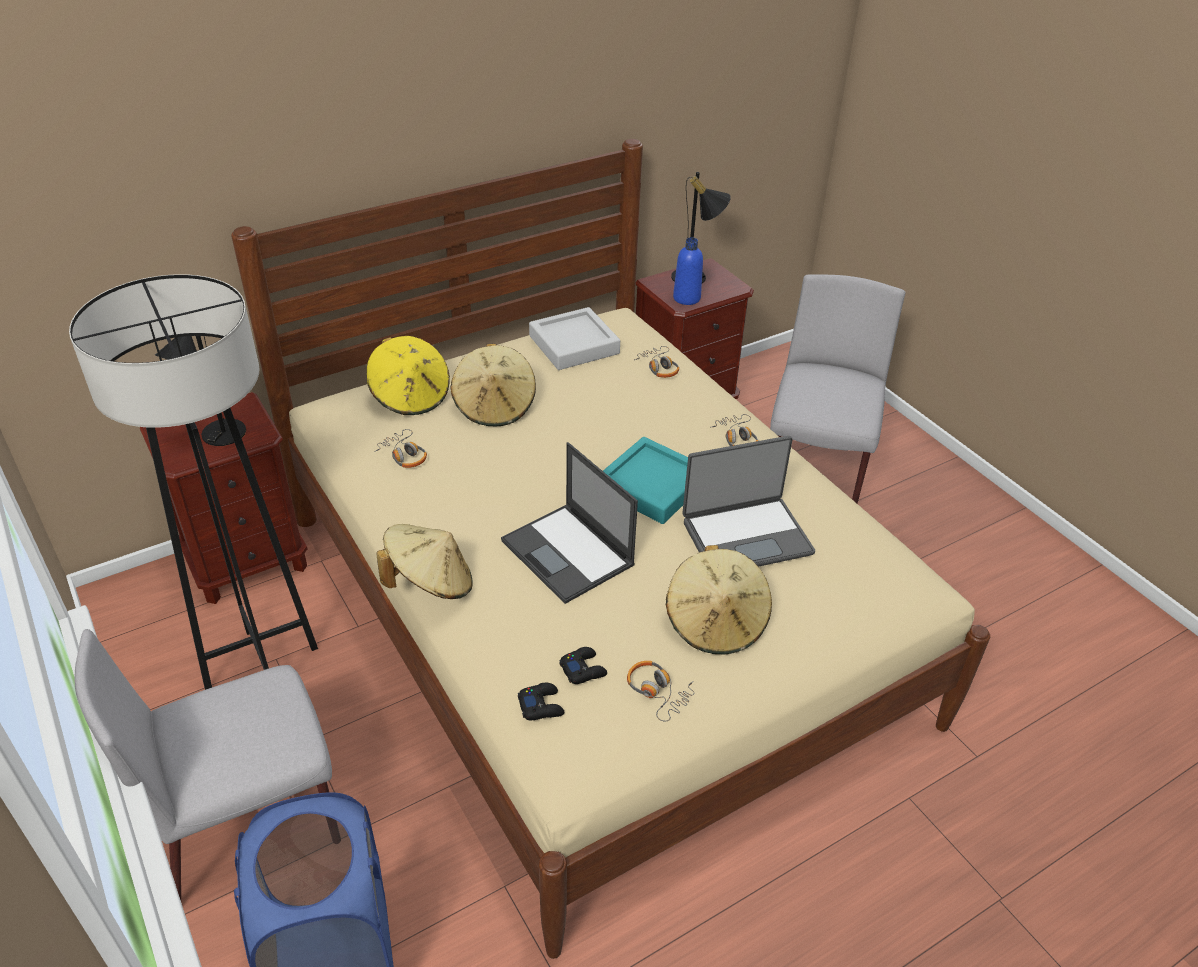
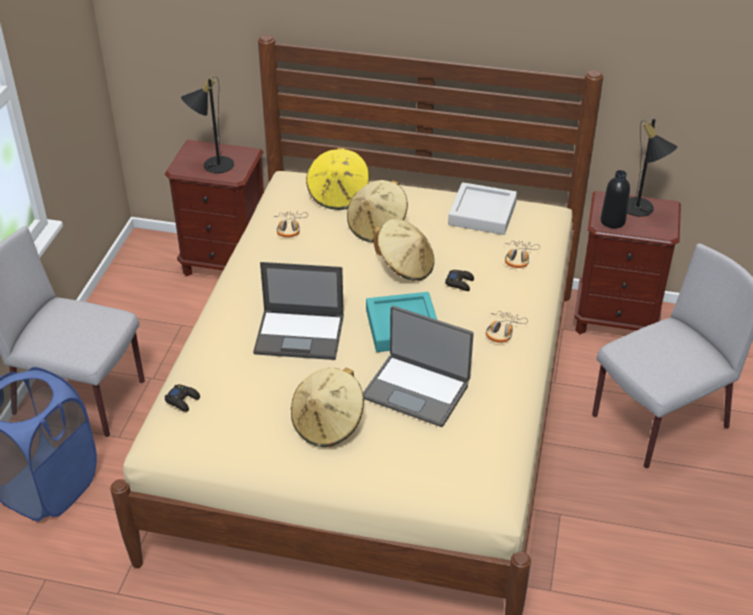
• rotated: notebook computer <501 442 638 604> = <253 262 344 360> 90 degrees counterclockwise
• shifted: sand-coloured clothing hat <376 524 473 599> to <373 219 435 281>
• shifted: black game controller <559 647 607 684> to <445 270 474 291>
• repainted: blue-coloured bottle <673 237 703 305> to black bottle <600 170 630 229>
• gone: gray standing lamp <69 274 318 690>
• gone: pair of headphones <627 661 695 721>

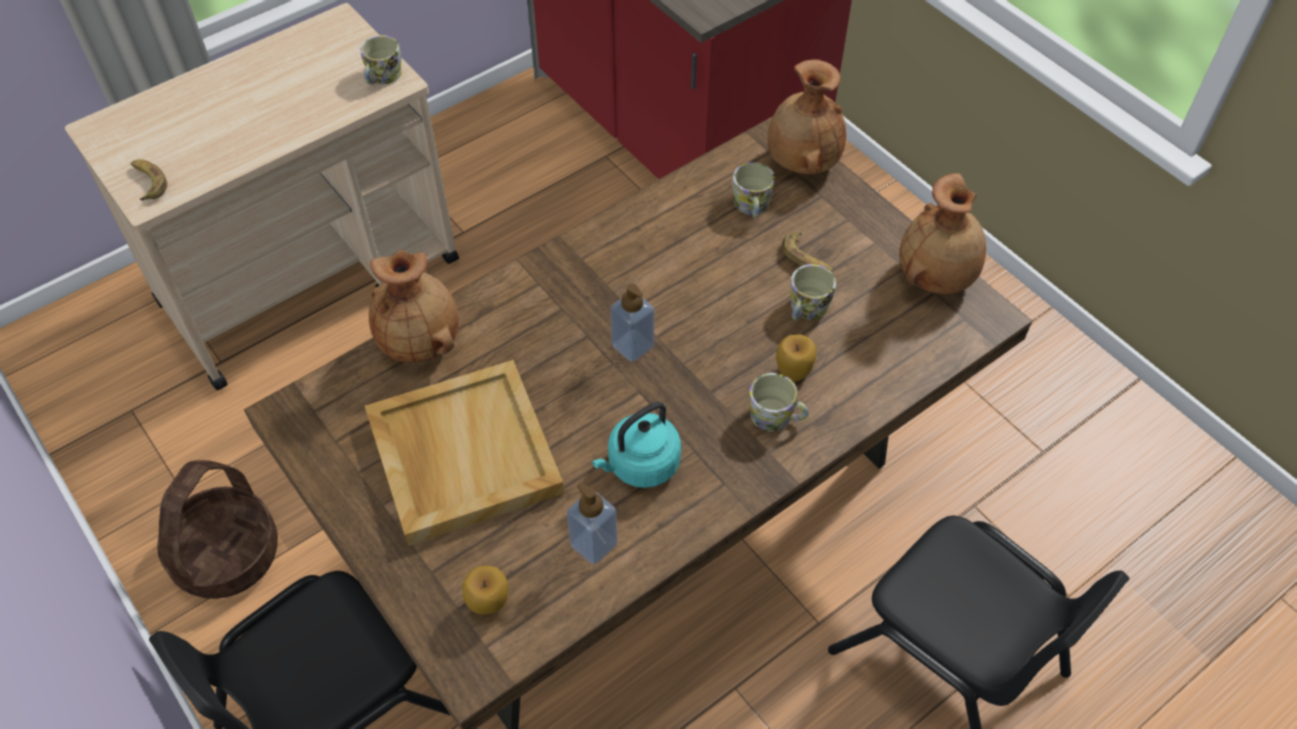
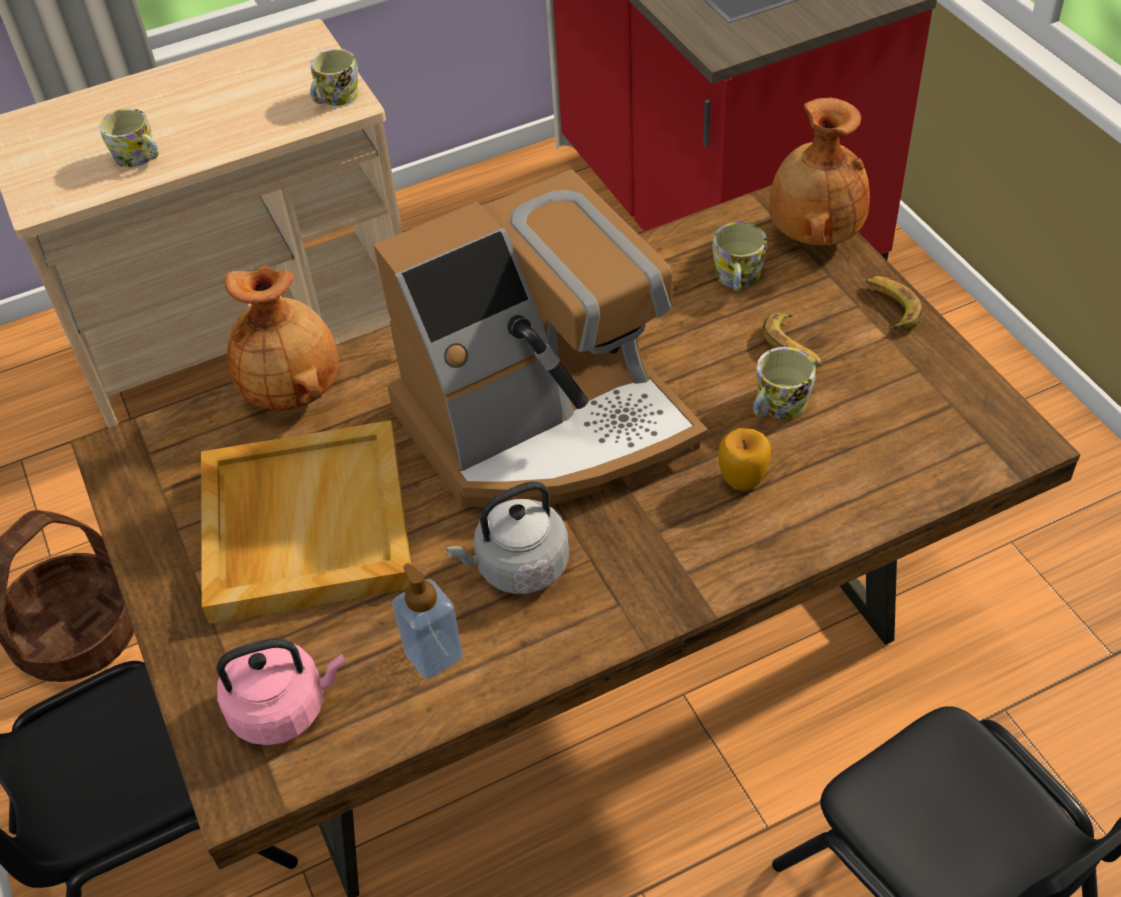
• shifted: tea mug <749 373 809 432> to <99 109 159 167>
• swapped: apple fruit <462 566 508 615> to pinkish kettle <216 638 346 745>
• swapped: liquid soap bottle <610 284 654 362> to coffee brewer <374 170 708 507>
• repainted: turquoise kettle <592 402 681 488> to gray kettle <446 481 569 594>
• shifted: whole banana <130 159 167 201> to <866 276 923 330>
• gone: brown decorative vase <899 173 986 294>

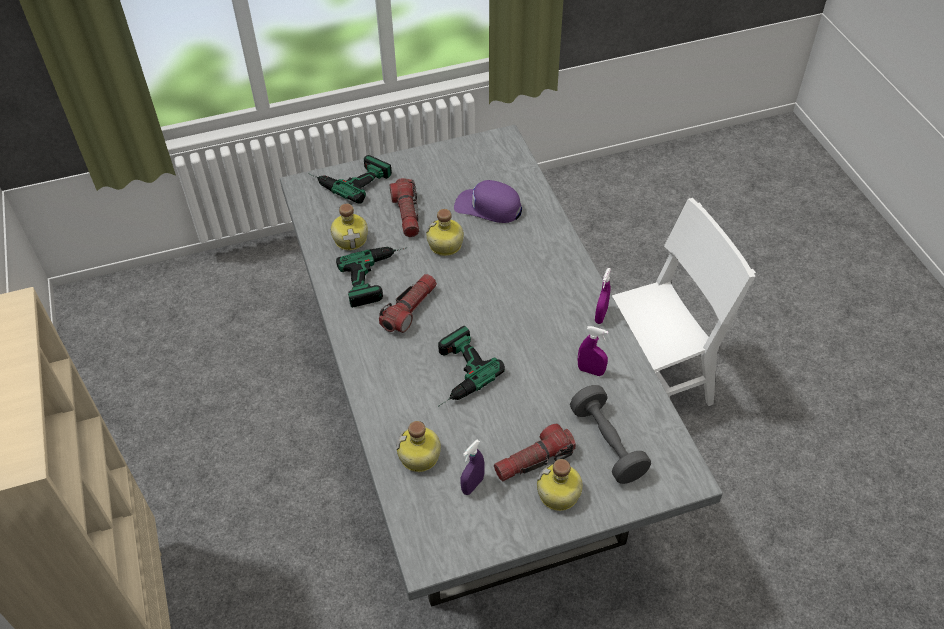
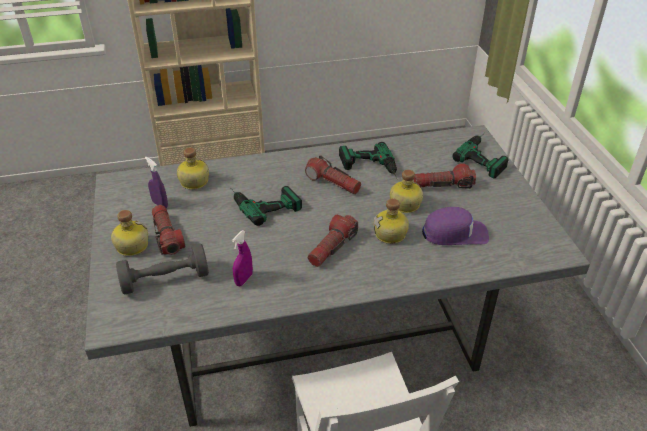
• new: torch <308 214 358 267>
• shifted: bottle <331 204 368 250> to <373 198 409 244>
• rotated: purple-coloured cap <454 180 522 223> = <422 207 489 245> 60 degrees clockwise
• gone: purple-coloured spray bottle <595 268 611 324>

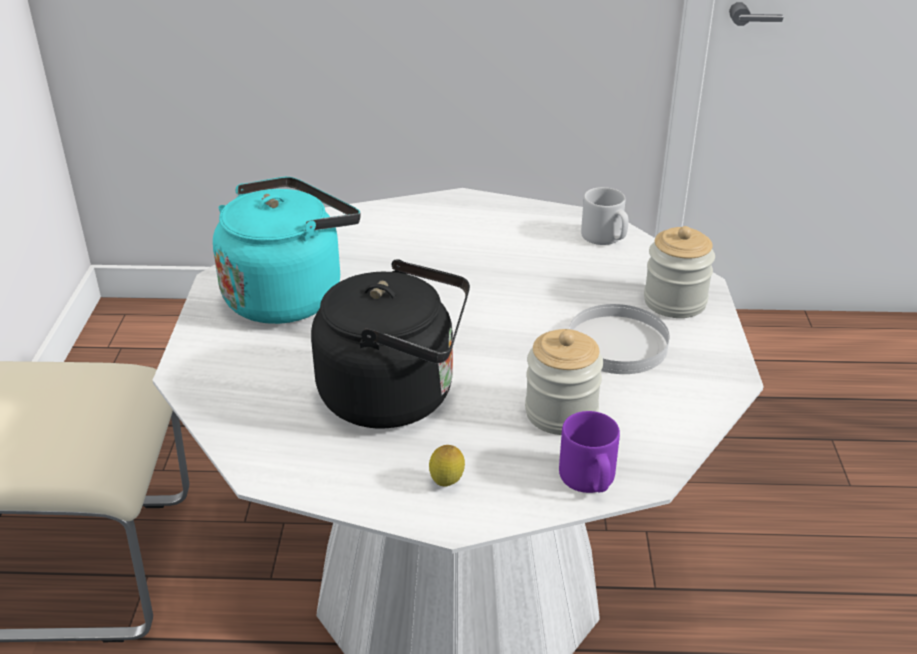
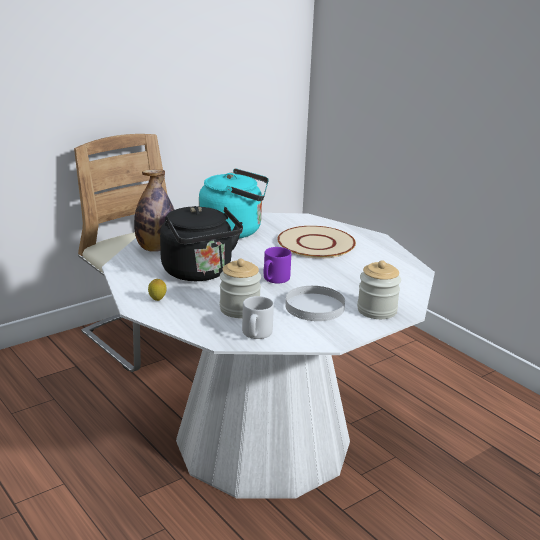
• new: bottle <134 169 174 252>
• shifted: gray tea mug <581 187 628 245> to <242 296 274 339>
• shifted: purple-coloured tea mug <559 411 620 493> to <264 247 291 283>
• new: sand-coloured flat dish <277 226 356 259>

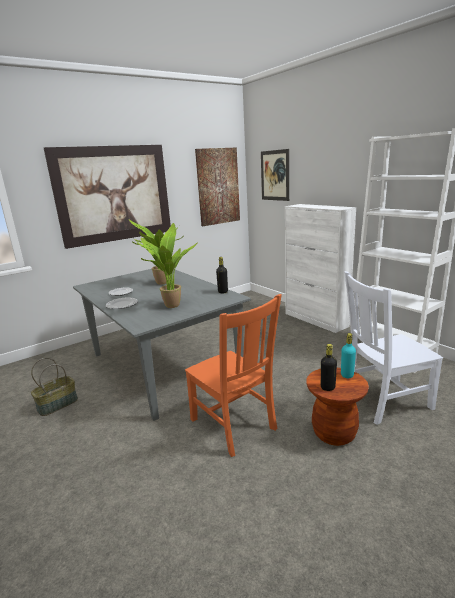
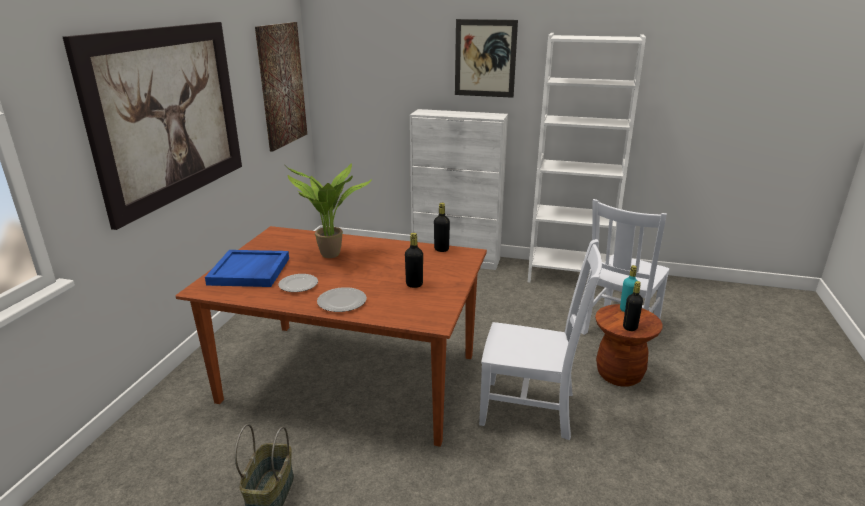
• repainted: gray dinner table <73 269 251 421> to brown dinner table <175 226 487 447>
• new: blue-coloured carrying tray <205 250 289 287>
• swapped: houseplant <136 223 198 308> to black bottle <405 233 423 288>
• shifted: wall art <261 149 289 201> to <455 19 518 98>
• repainted: orange plain chair <185 294 282 457> to whitish plain chair <479 239 602 440>

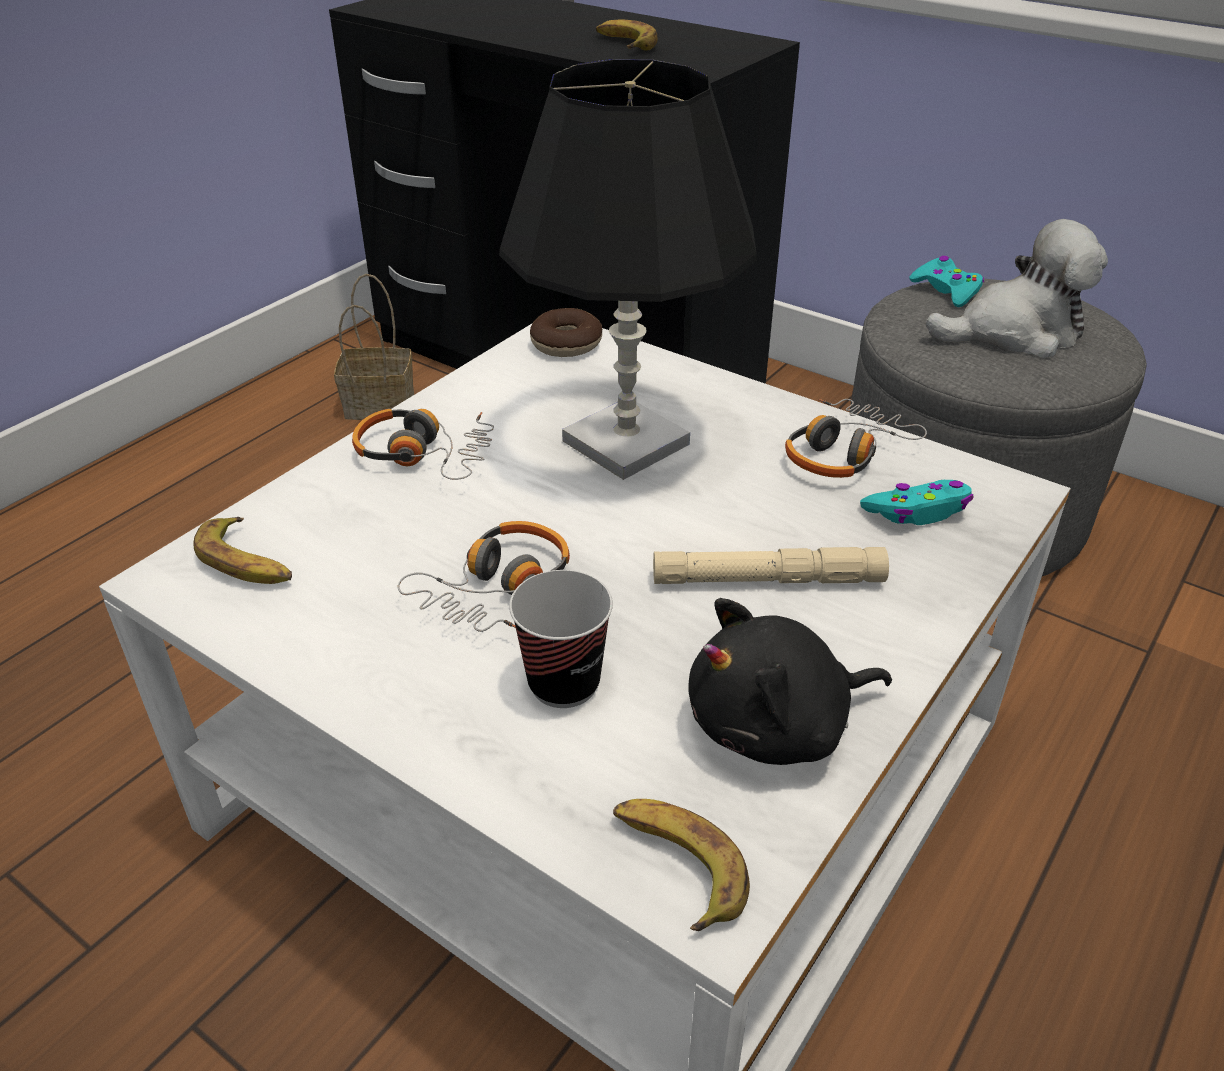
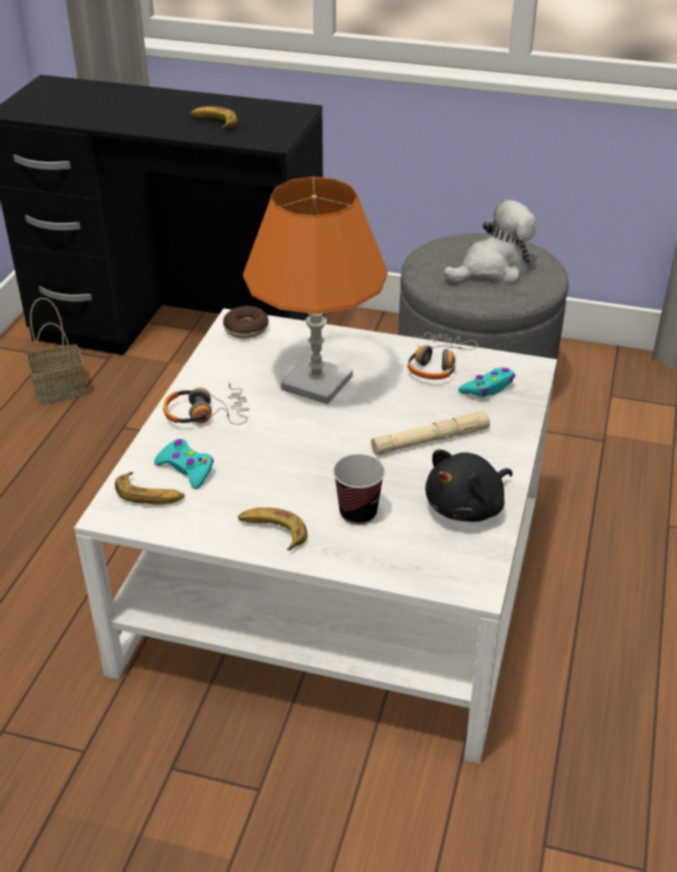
• shifted: turquoise game controller <910 256 984 307> to <154 439 214 489>
• shifted: whole banana <613 799 750 931> to <238 508 307 550>
• repainted: black lamp for a table <499 59 757 480> to orange lamp for a table <243 177 388 404>
• gone: pair of headphones <398 521 570 632>

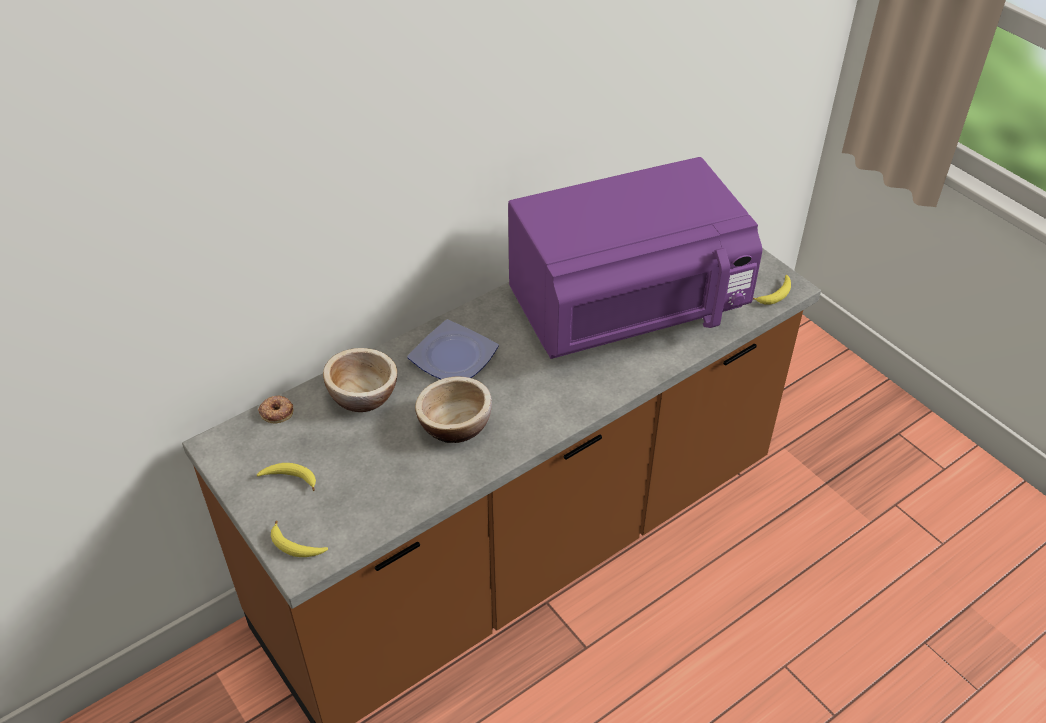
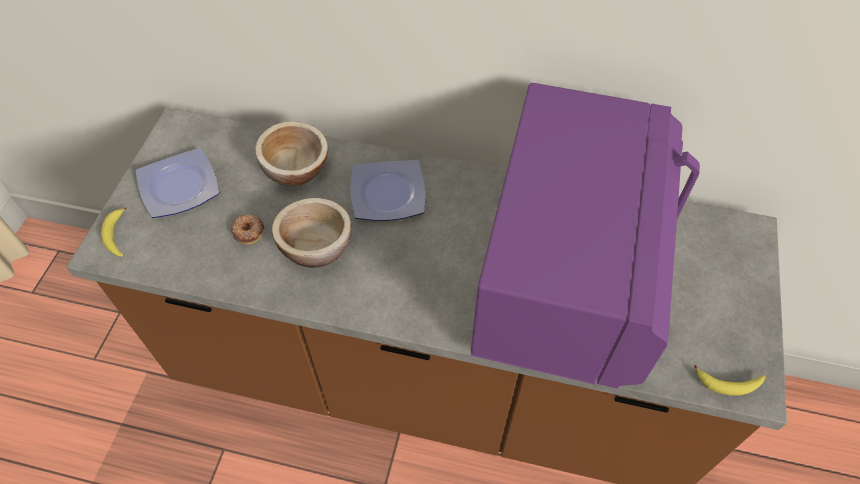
• swapped: whole banana <257 463 316 491> to flat dish <136 148 220 218>
• shifted: ring doughnut <258 395 293 424> to <231 214 265 245>
• rotated: purple-coloured microwave oven <508 157 762 359> = <471 83 700 389> 105 degrees counterclockwise

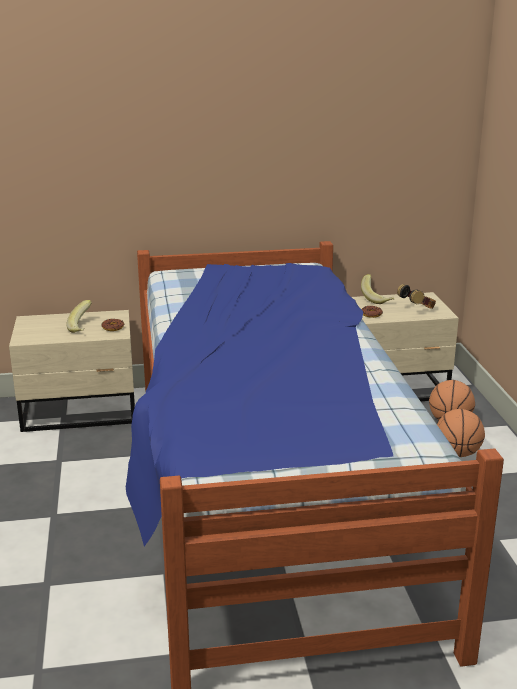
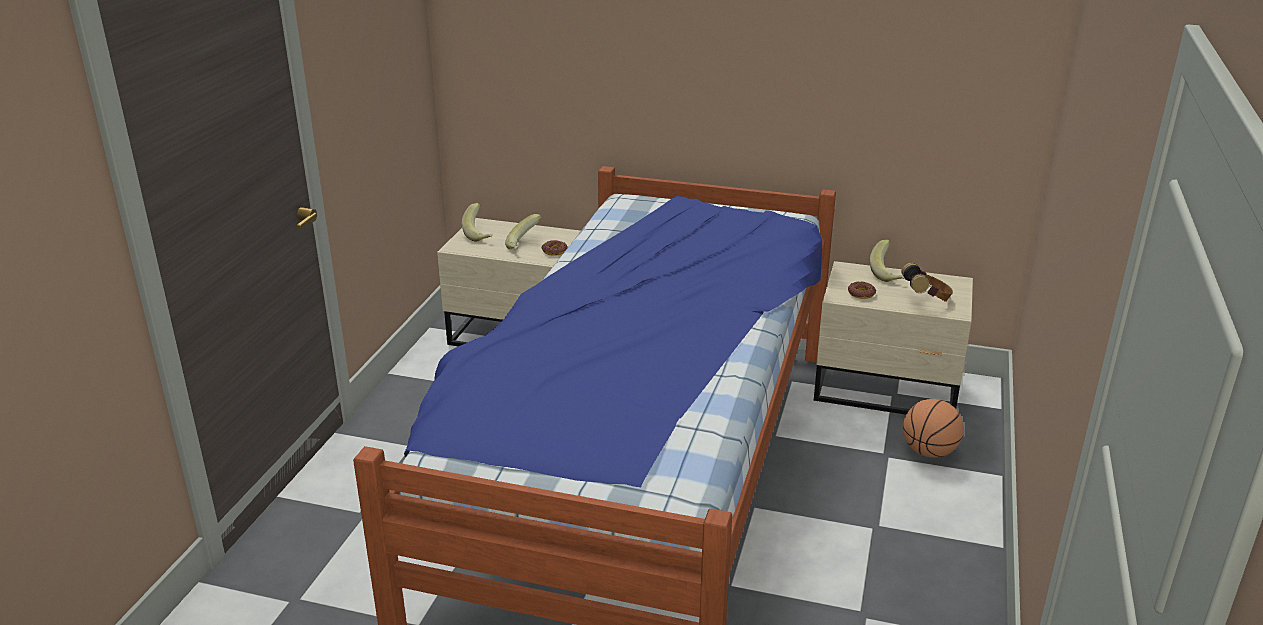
• new: whole banana <461 203 492 241>
• gone: basketball <437 409 485 457>

